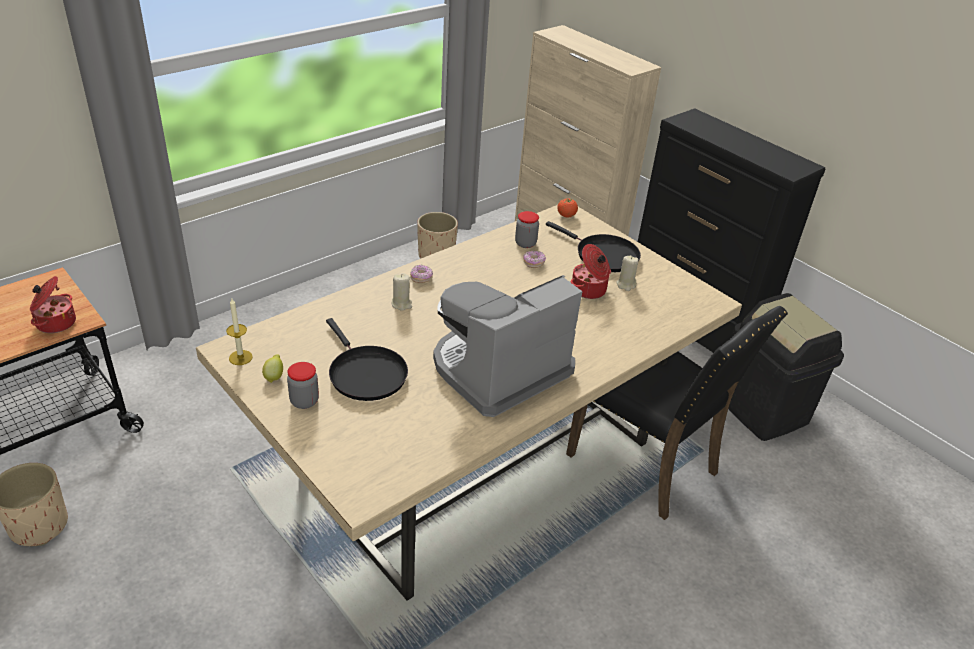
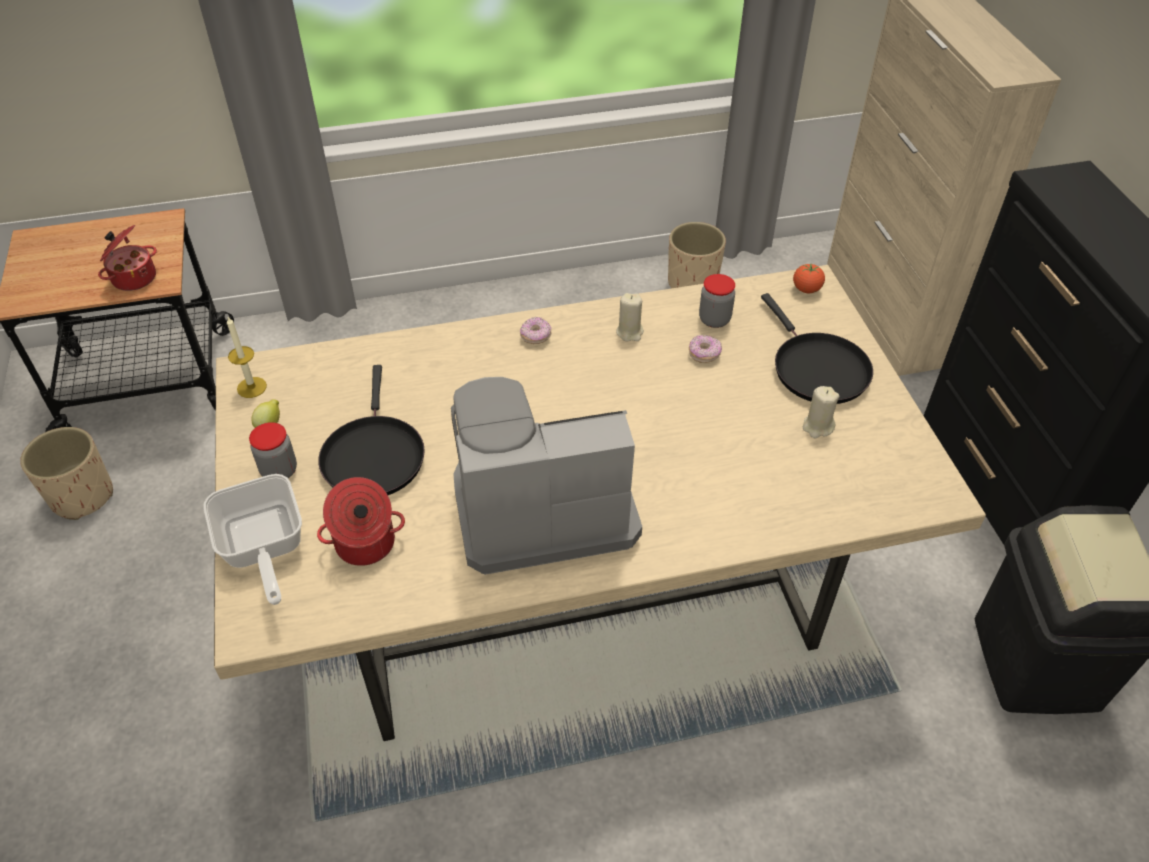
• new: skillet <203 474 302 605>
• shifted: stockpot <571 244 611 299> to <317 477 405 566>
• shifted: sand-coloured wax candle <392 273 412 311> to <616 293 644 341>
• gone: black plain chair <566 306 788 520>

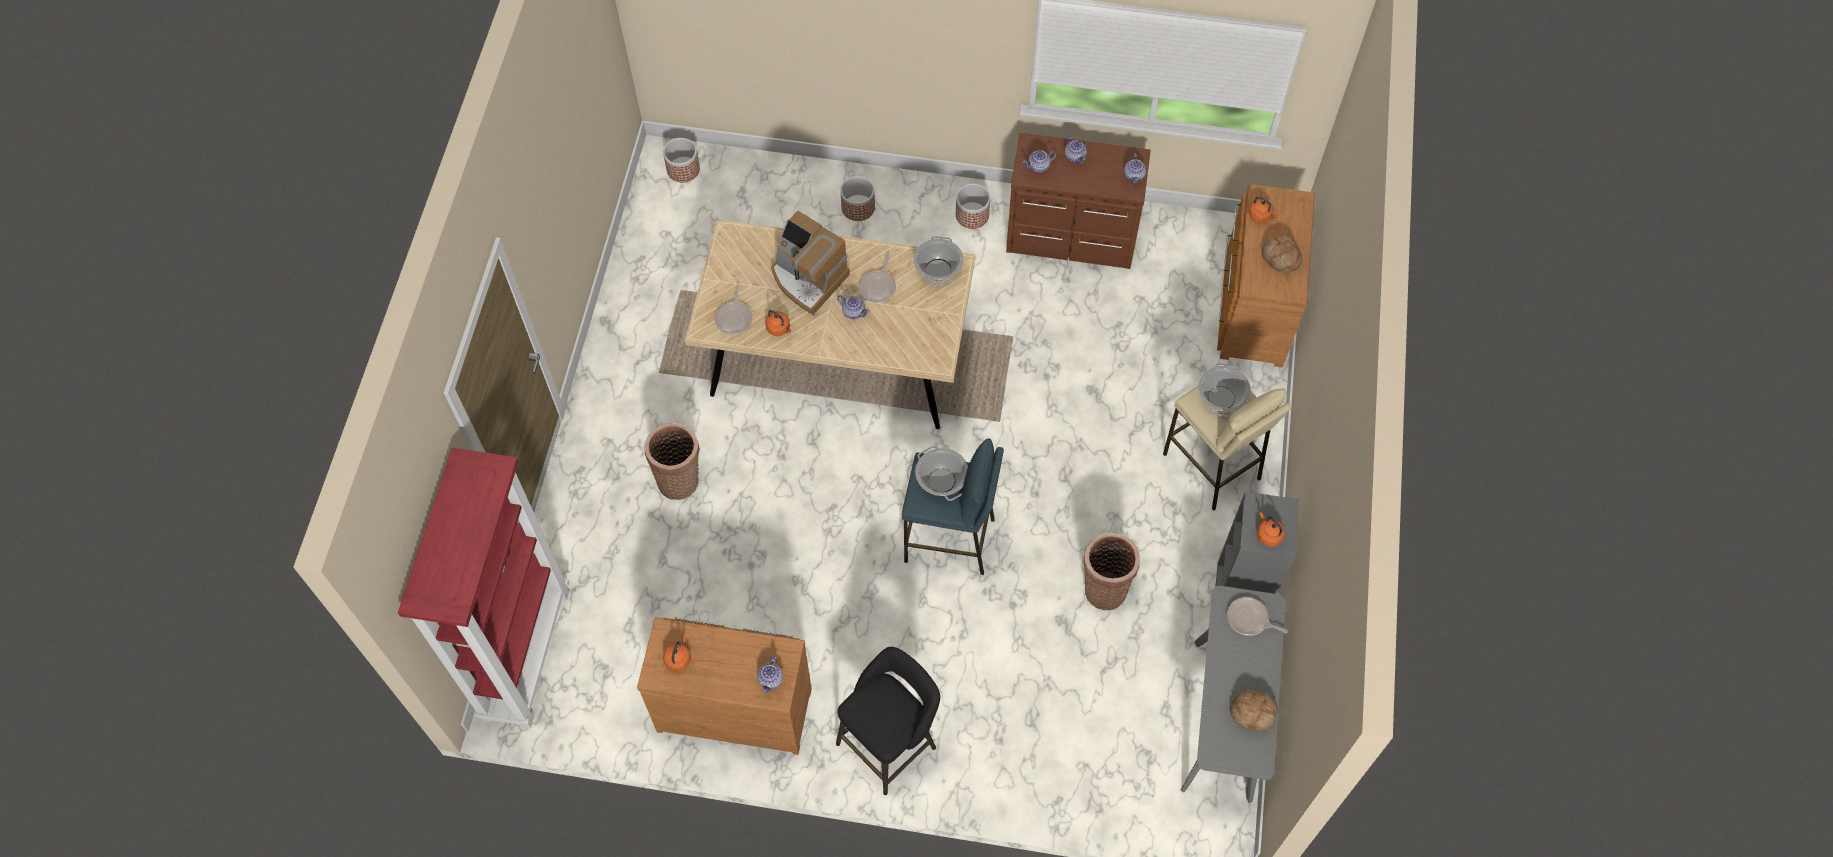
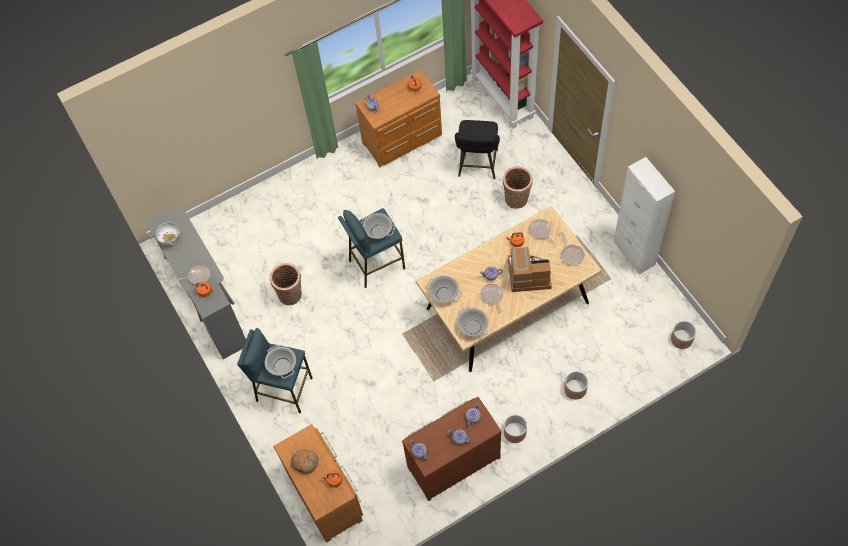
• swapped: bread <1230 689 1278 732> to whitish bowl <156 223 180 246>
• repainted: sand-coloured stool <1163 386 1291 511> to blue-coloured stool <237 328 312 413>
• new: stockpot <426 276 462 303>
• shifted: black stool <836 647 940 795> to <455 120 500 179>
• new: skillet <560 231 585 266>
• new: whitish cupboard <613 157 675 274>

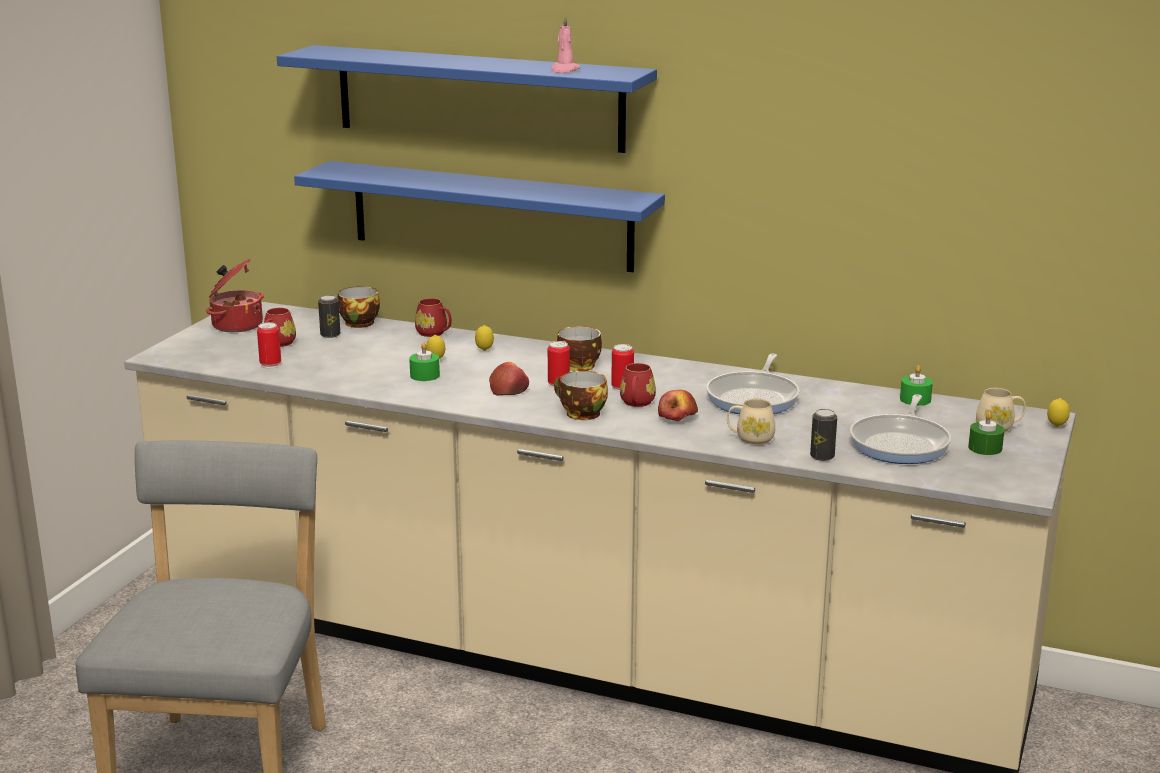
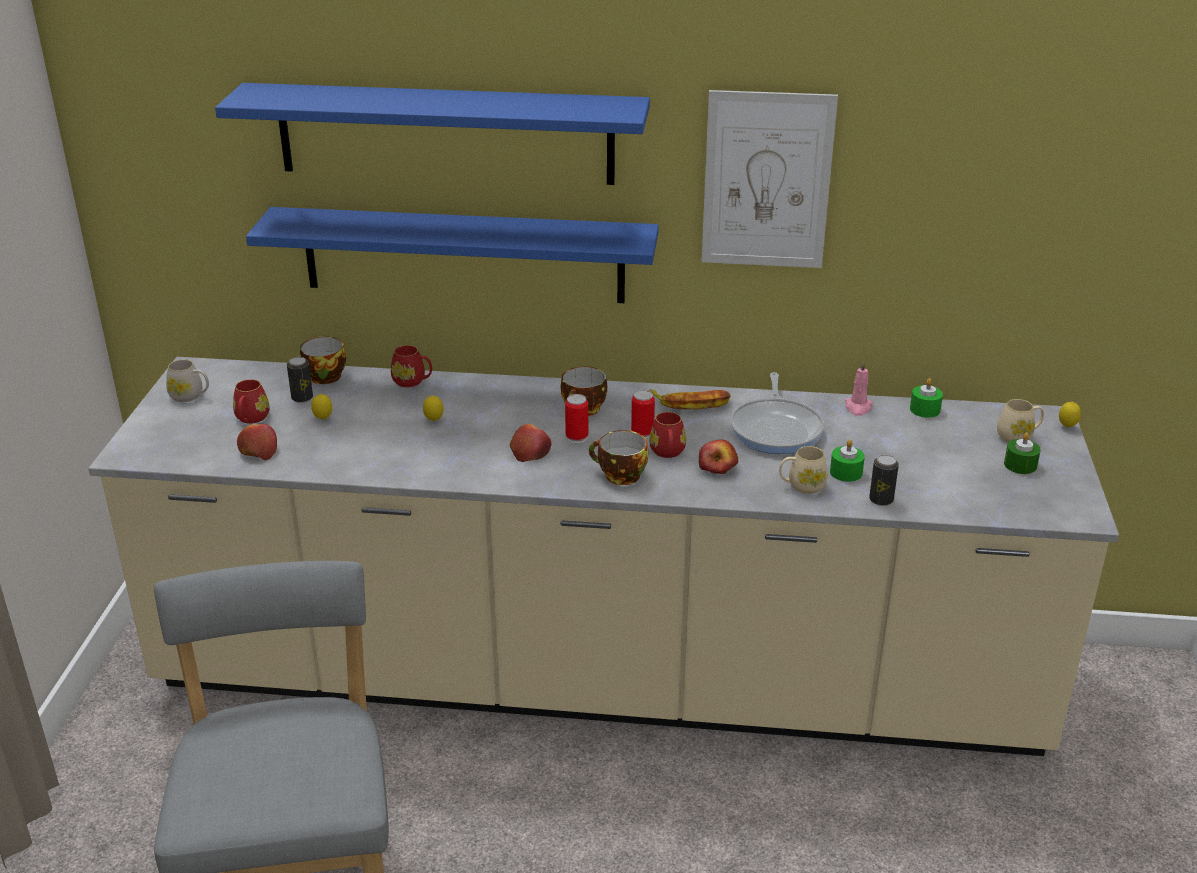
• swapped: stockpot <206 259 264 332> to whitish tea mug <166 359 209 402>
• swapped: sealed can <257 322 281 368> to apple fruit <237 424 277 461>
• shifted: citrus fruit <475 325 494 351> to <311 394 332 420>
• new: whole banana <649 389 731 410>
• new: wall art <701 90 838 268>
• shifted: green-coloured wax candle <409 342 440 381> to <830 440 865 482>
• shifted: pinkish wax candle <551 15 581 73> to <845 360 873 416>
• gone: skillet <850 394 951 464>

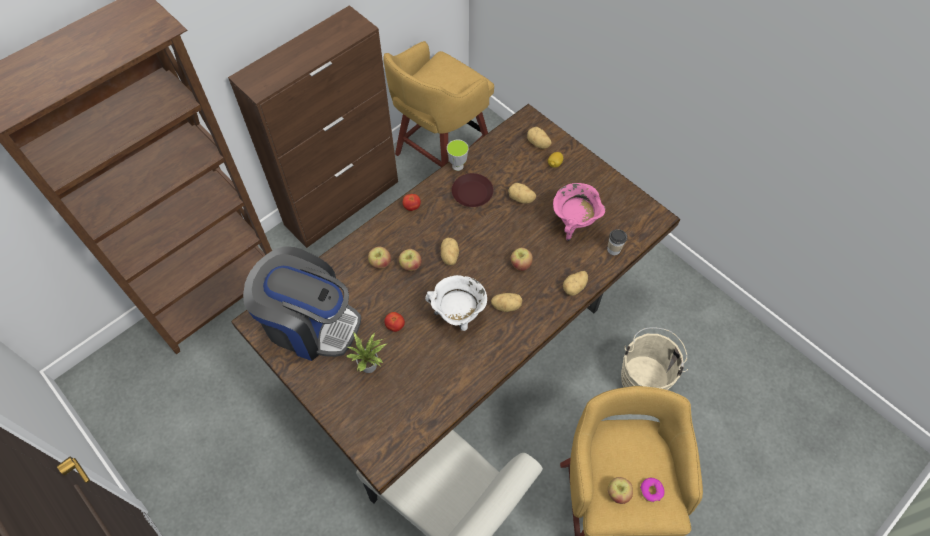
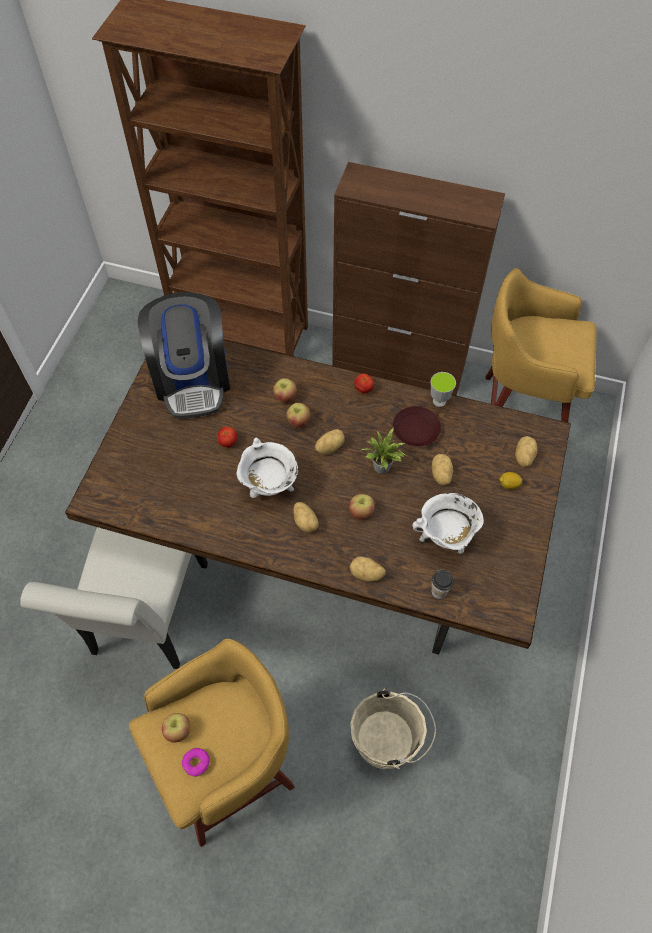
• shifted: houseplant <347 332 388 373> to <361 427 406 474>
• repainted: pinkish stockpot <553 183 605 241> to whitish stockpot <413 493 484 554>

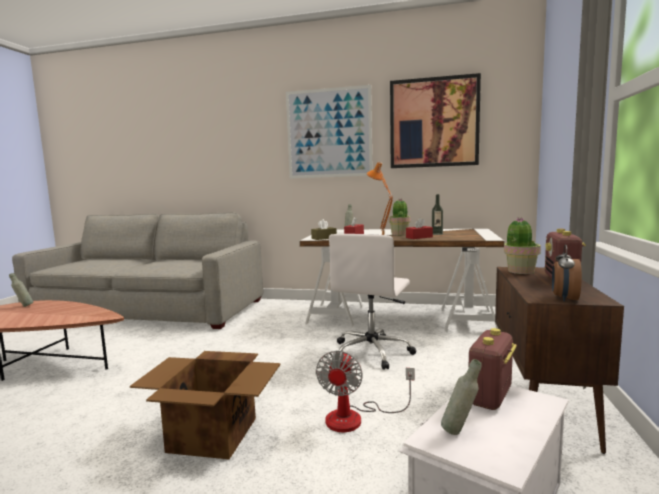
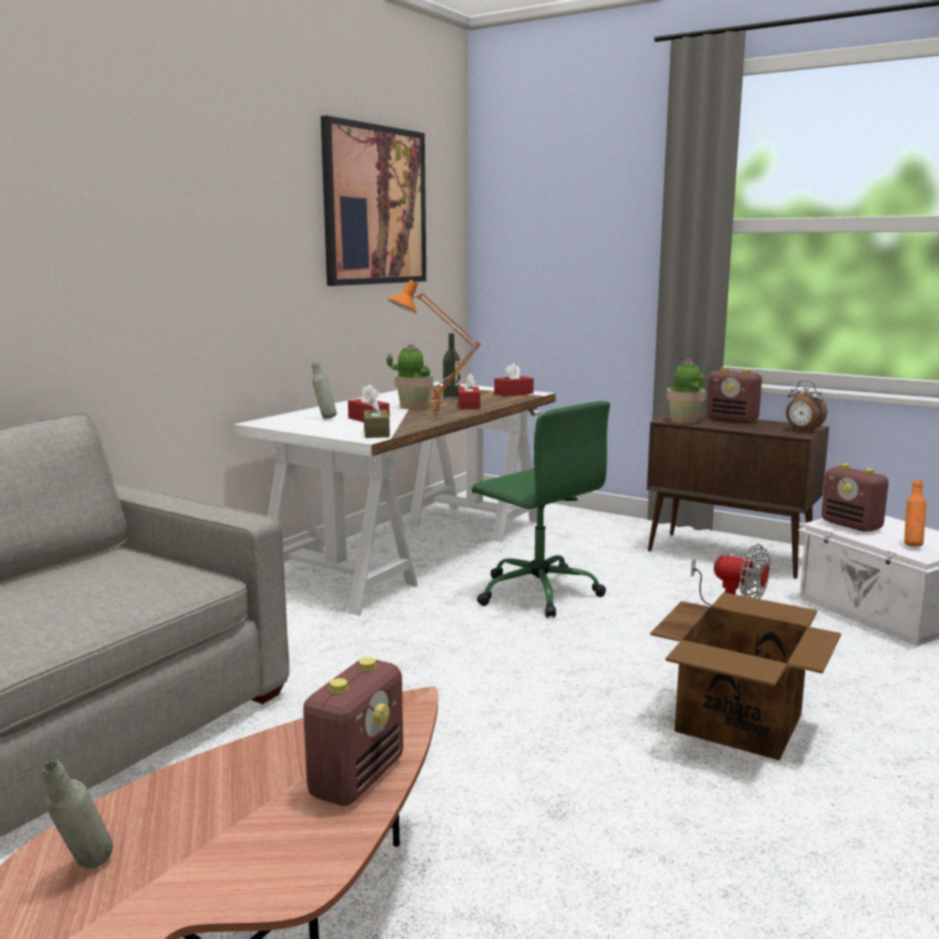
• new: radio set <303 657 403 806>
• repainted: whitish desk chair <329 234 416 370> to green-coloured desk chair <472 401 610 618>
• new: red tissue holder <494 363 534 396>
• repainted: gray bottle <441 359 482 435> to orange bottle <904 480 926 546>
• gone: wall art <286 85 373 179>

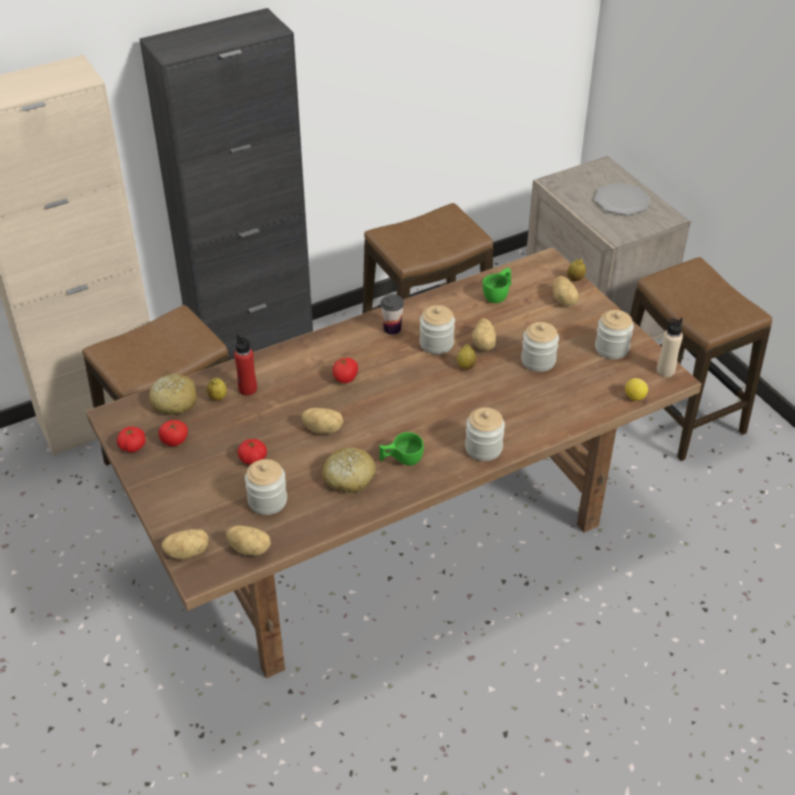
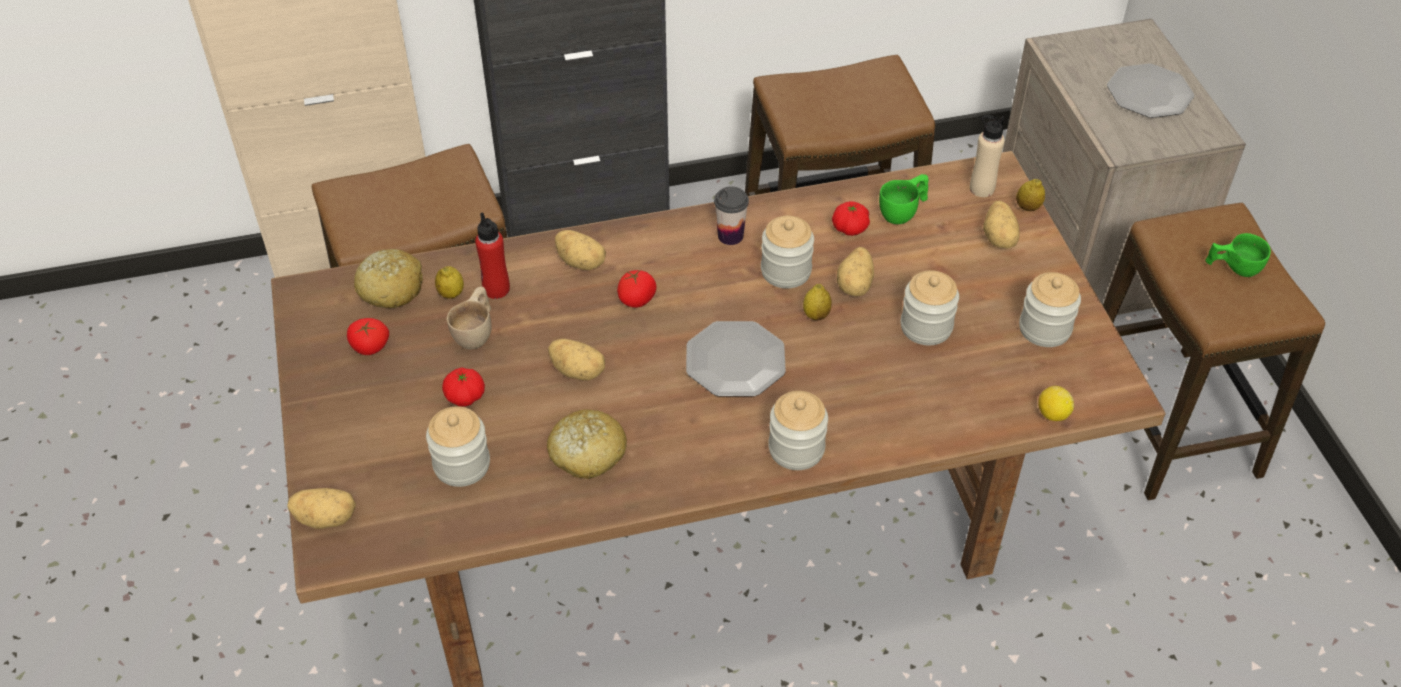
• new: sand-coloured small cup <447 286 492 350>
• shifted: whole potato <226 525 271 556> to <555 230 606 270>
• new: flat dish <686 321 786 396>
• shifted: tomato <116 426 146 452> to <832 201 870 236>
• shifted: sand-coloured bottle <657 318 683 377> to <970 115 1005 197>
• shifted: green-coloured small cup <379 432 424 466> to <1206 233 1271 277>

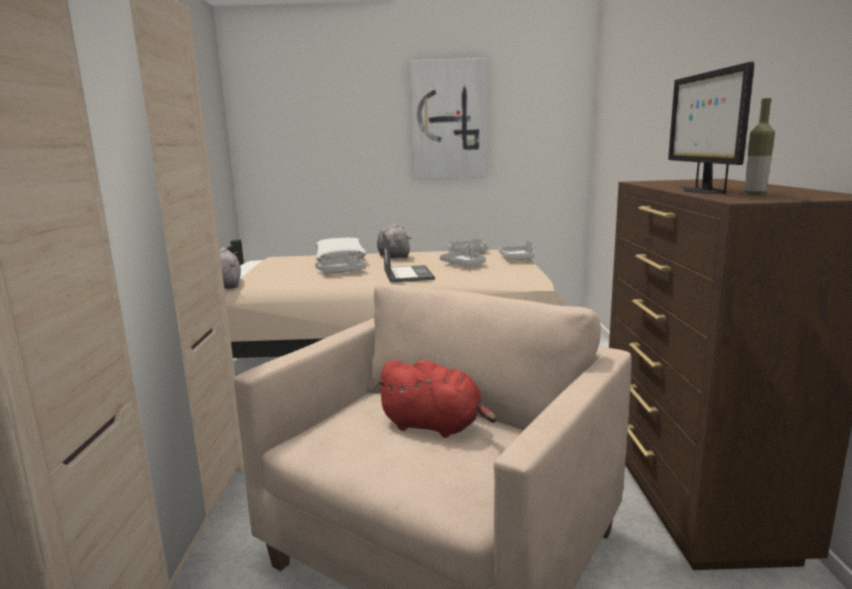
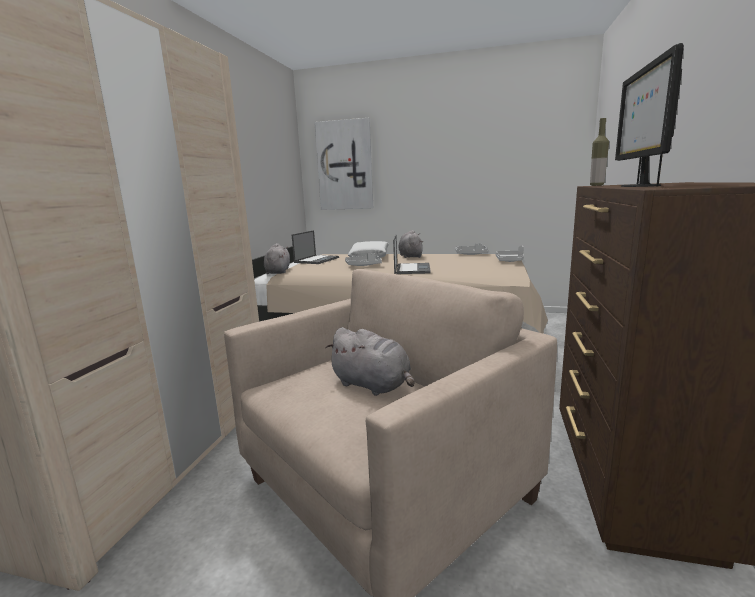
• new: notebook computer <292 230 339 264>
• shifted: wall art <410 58 487 179> to <314 118 373 210>
• repainted: red soft toy <375 359 497 438> to gray soft toy <325 327 414 396>
• shifted: bottle <744 98 775 195> to <590 118 609 186>
• gone: gray carrying tray <440 244 486 266>

